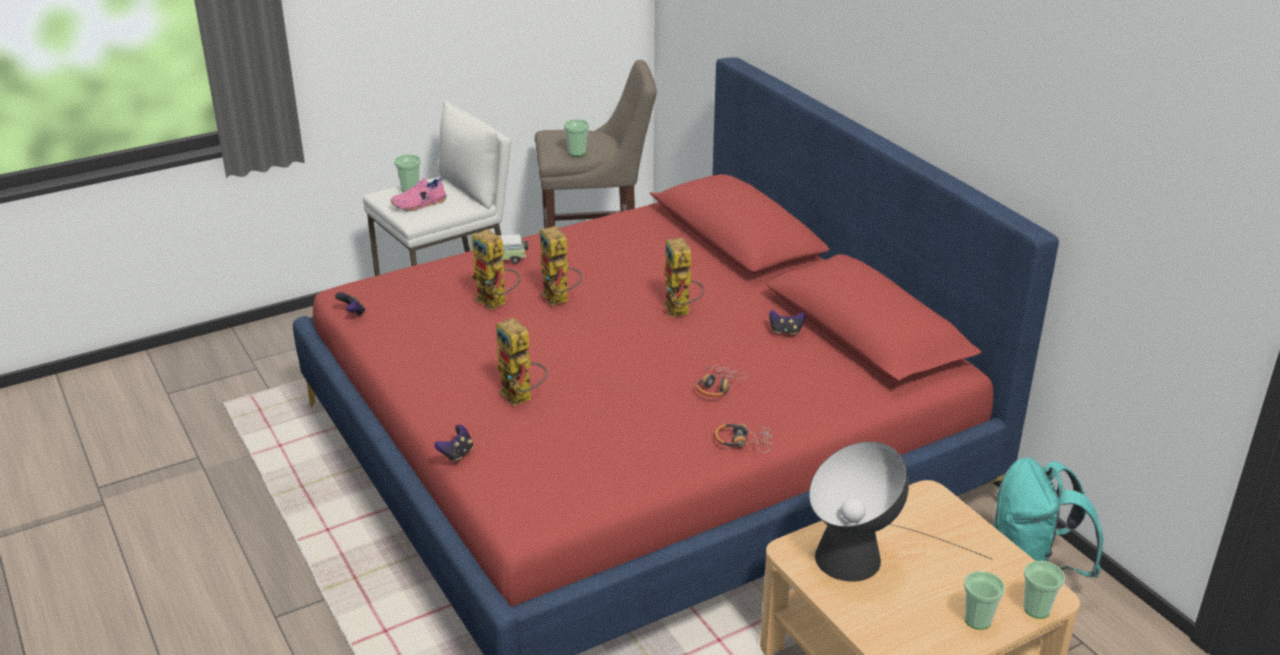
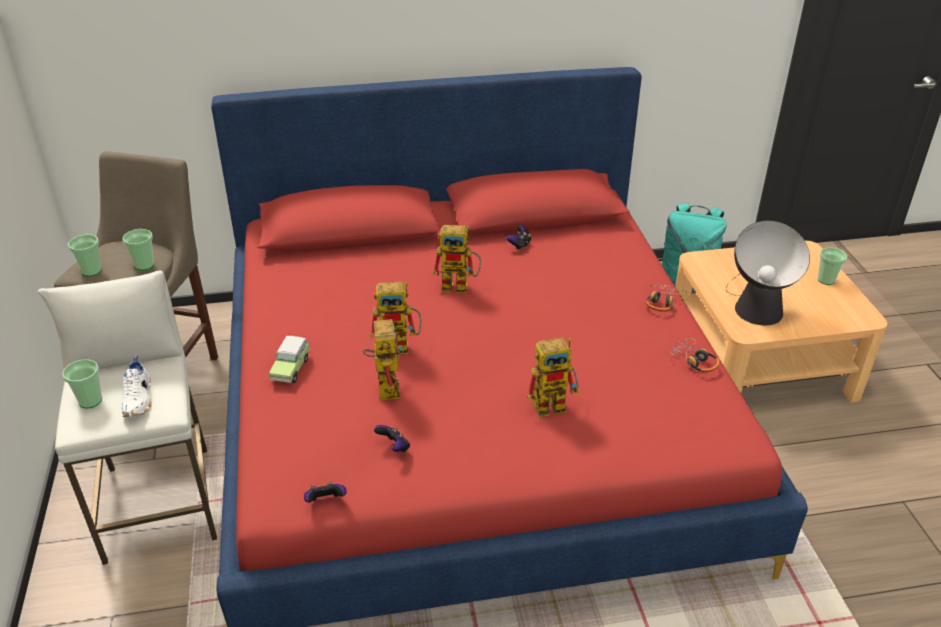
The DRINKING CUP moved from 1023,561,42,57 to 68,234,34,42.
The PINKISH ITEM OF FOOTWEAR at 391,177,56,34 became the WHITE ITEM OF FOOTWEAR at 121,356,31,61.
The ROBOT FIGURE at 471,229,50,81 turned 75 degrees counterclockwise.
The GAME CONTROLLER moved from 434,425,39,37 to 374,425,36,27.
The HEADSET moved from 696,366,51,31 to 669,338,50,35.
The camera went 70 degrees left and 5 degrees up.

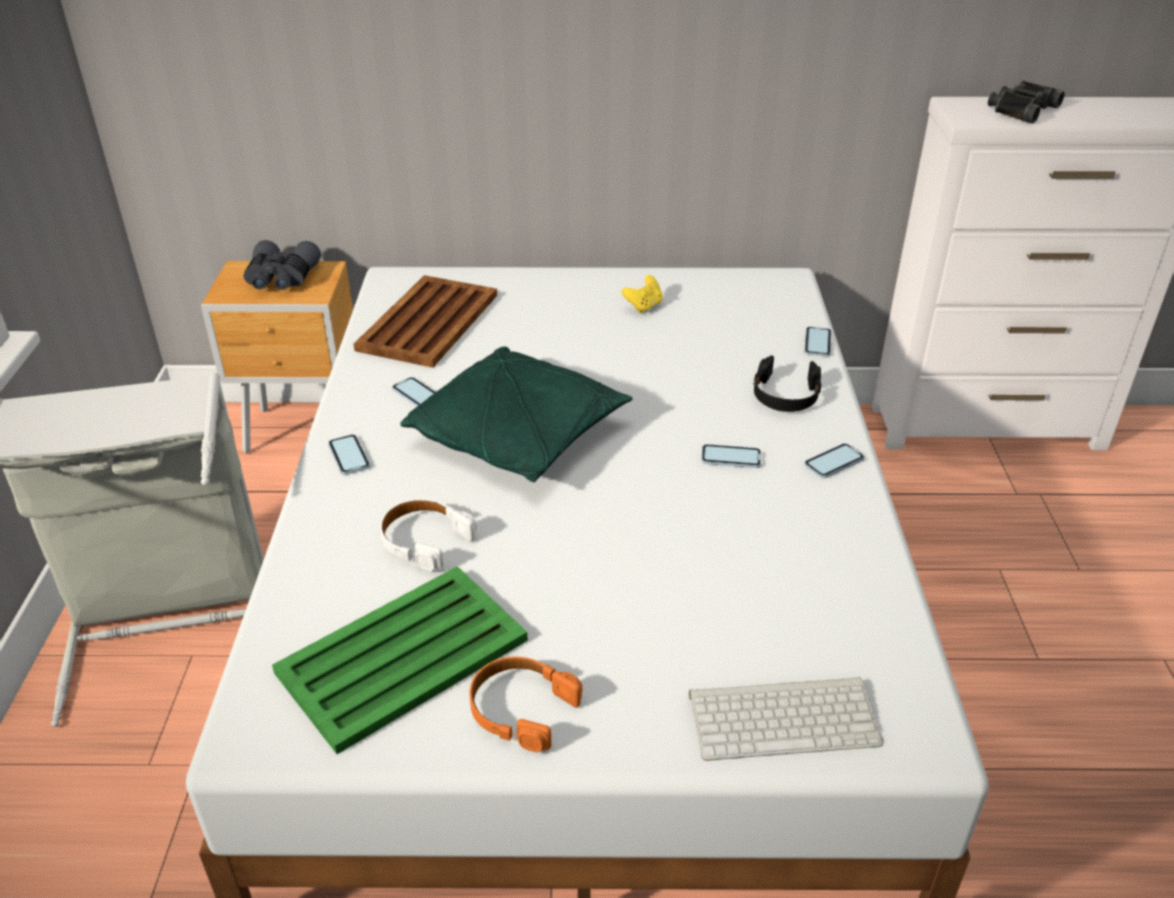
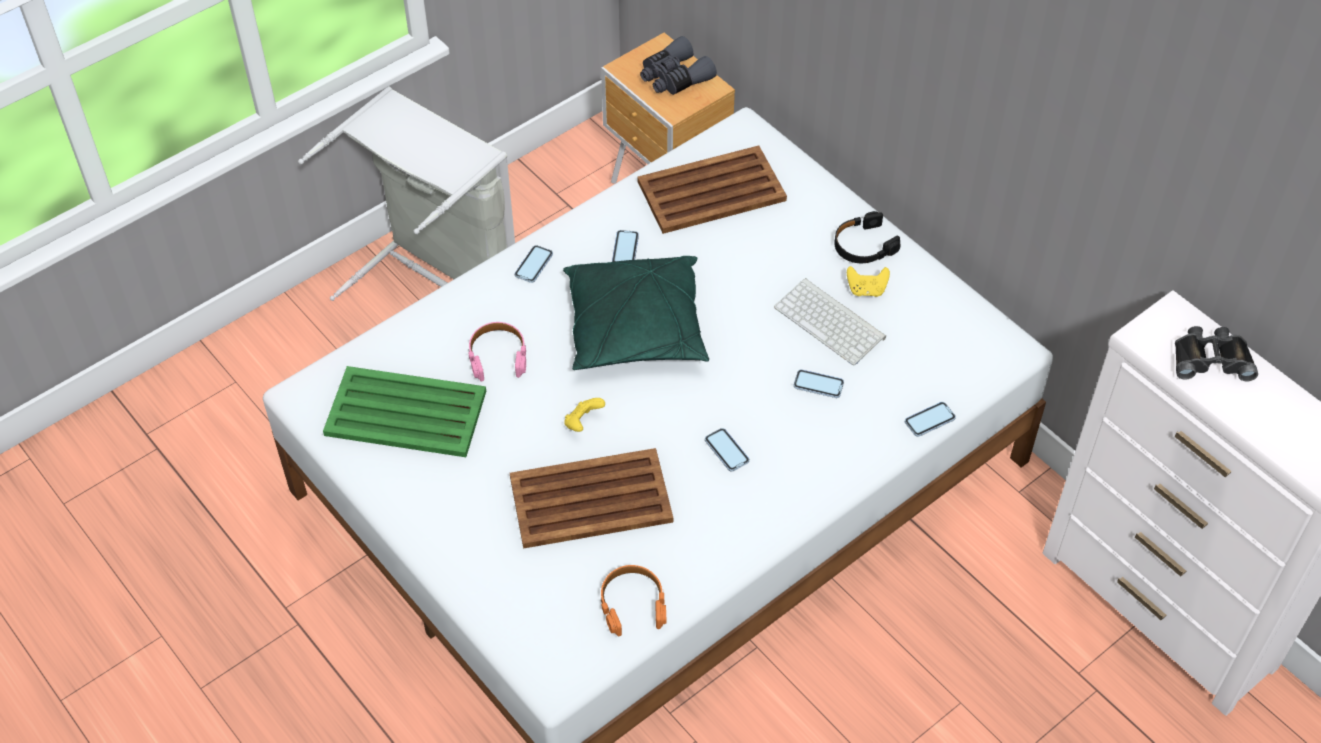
The WHITE HEADSET at 380,499,97,72 became the PINKISH HEADSET at 468,322,58,60.
The BROWNISH CARRYING TRAY at 510,448,163,101 appeared.
The YELLOW-COLOURED GAME CONTROLLER at 564,398,41,34 appeared.
The ORANGEY HEADSET moved from 469,657,113,95 to 601,565,65,71.
The COMPUTER KEYBOARD moved from 689,677,194,84 to 774,278,112,87.
The TELEPHONE moved from 804,443,60,35 to 794,369,50,29.
The BLACK HEADSET moved from 753,356,68,56 to 834,211,67,52.
The camera went 50 degrees right and 15 degrees up.

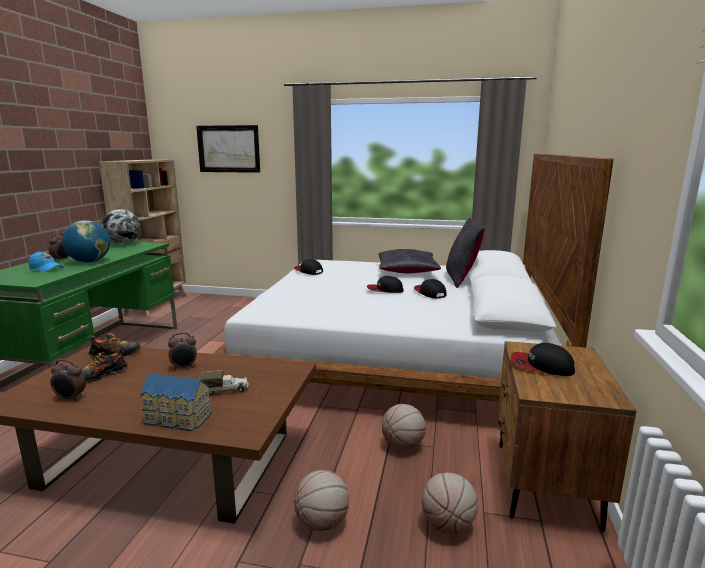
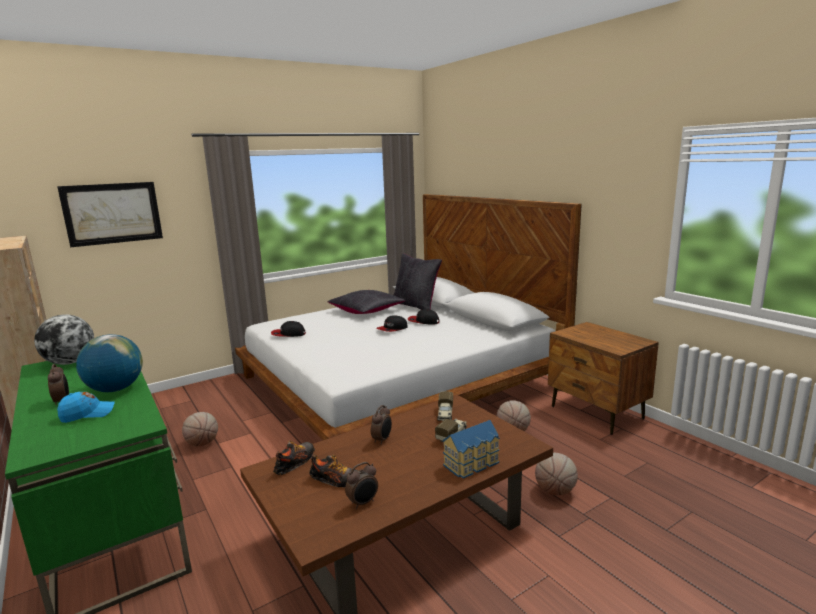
The BASKETBALL moved from 421,472,57,62 to 182,412,36,35.
The ITEM OF FOOTWEAR at 81,349,47,34 turned 75 degrees counterclockwise.
The TOY TRUCK at 437,391,16,30 appeared.
The CAP at 511,343,64,33 disappeared.
The camera went 45 degrees left and 0 degrees up.

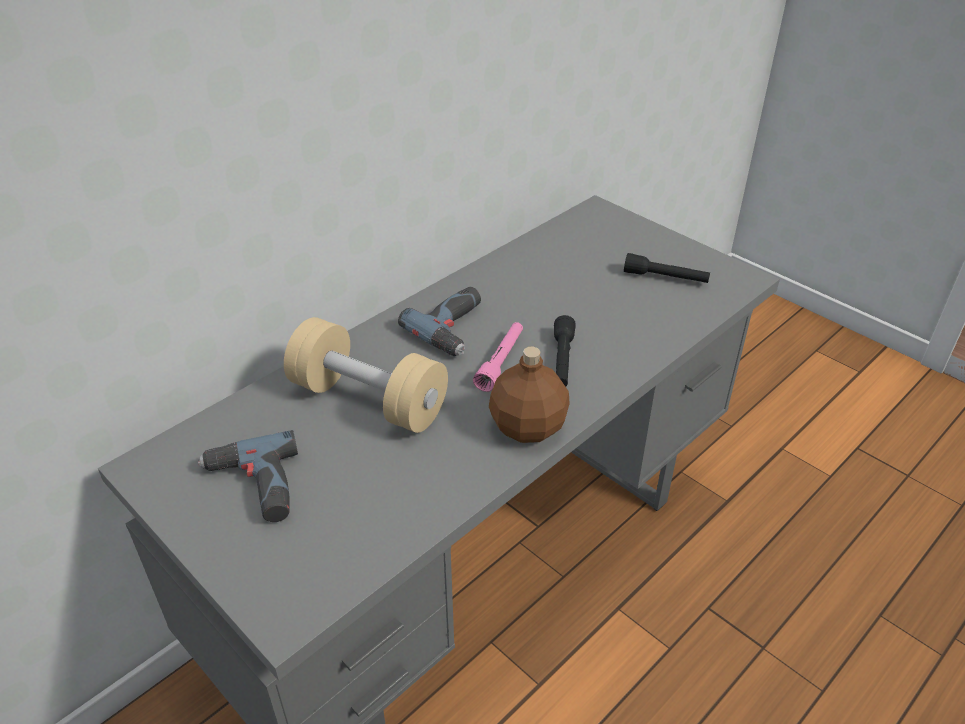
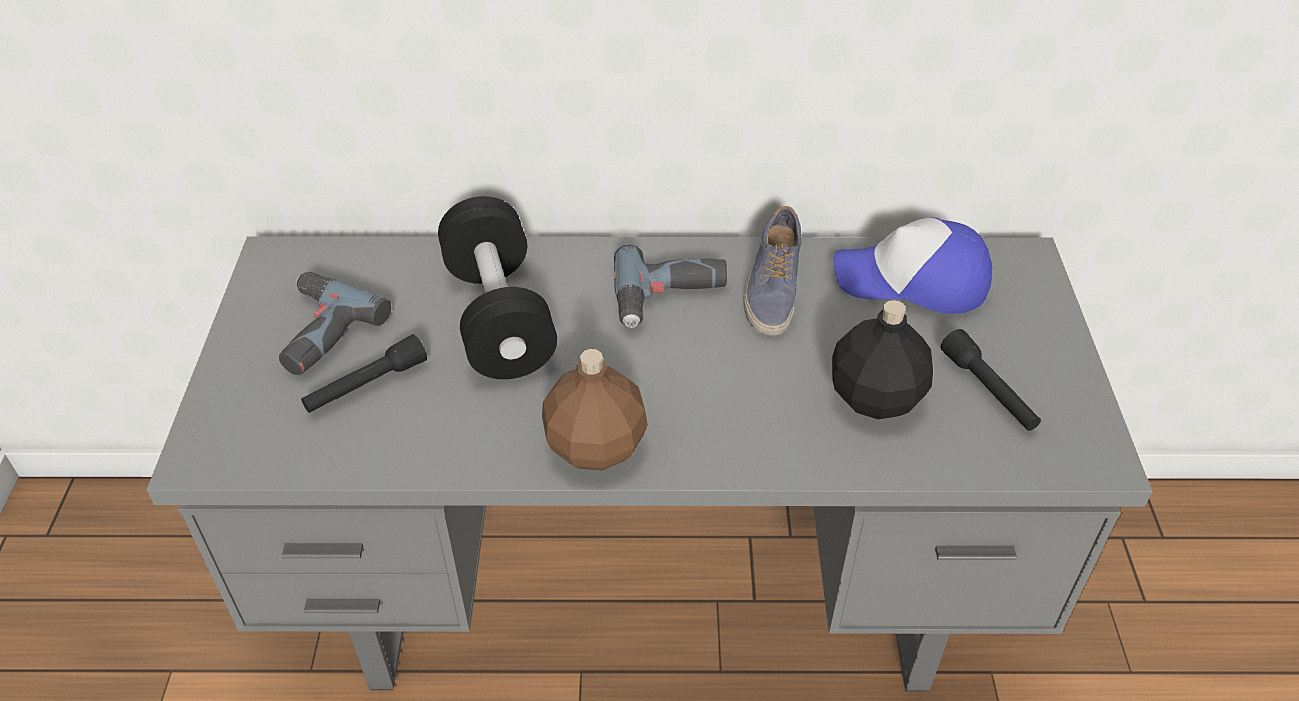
The BLACK HAND TORCH moved from 554,315,22,72 to 301,334,126,79.
The SAND-COLOURED FREE WEIGHT at 284,317,164,116 became the BLACK FREE WEIGHT at 438,196,119,183.
The ITEM OF FOOTWEAR at 743,206,59,130 appeared.
The BLACK BEVERAGE BOTTLE at 832,300,101,120 appeared.
The CAP at 834,217,158,97 appeared.
The PINKISH HAND TORCH at 473,322,50,70 disappeared.
The camera went 45 degrees right and 5 degrees up.

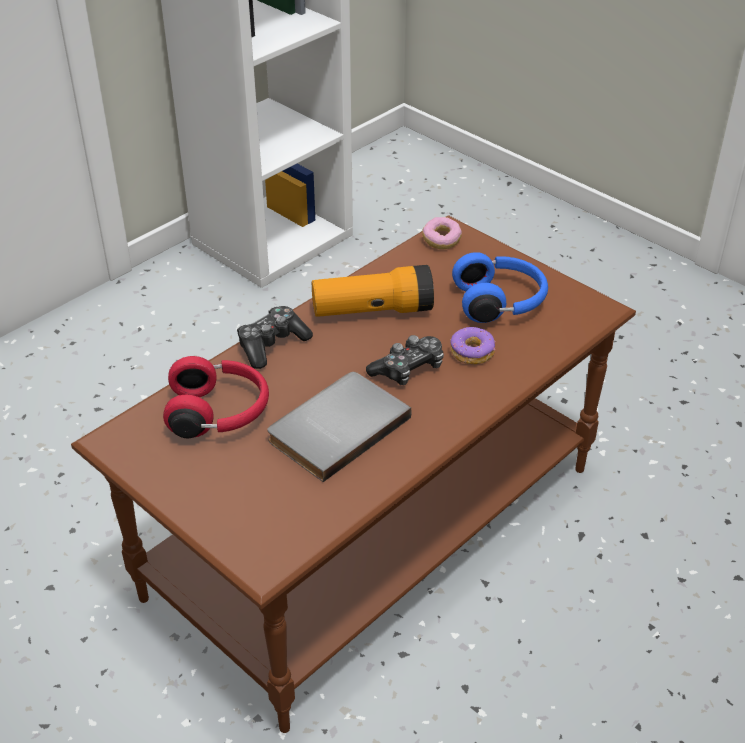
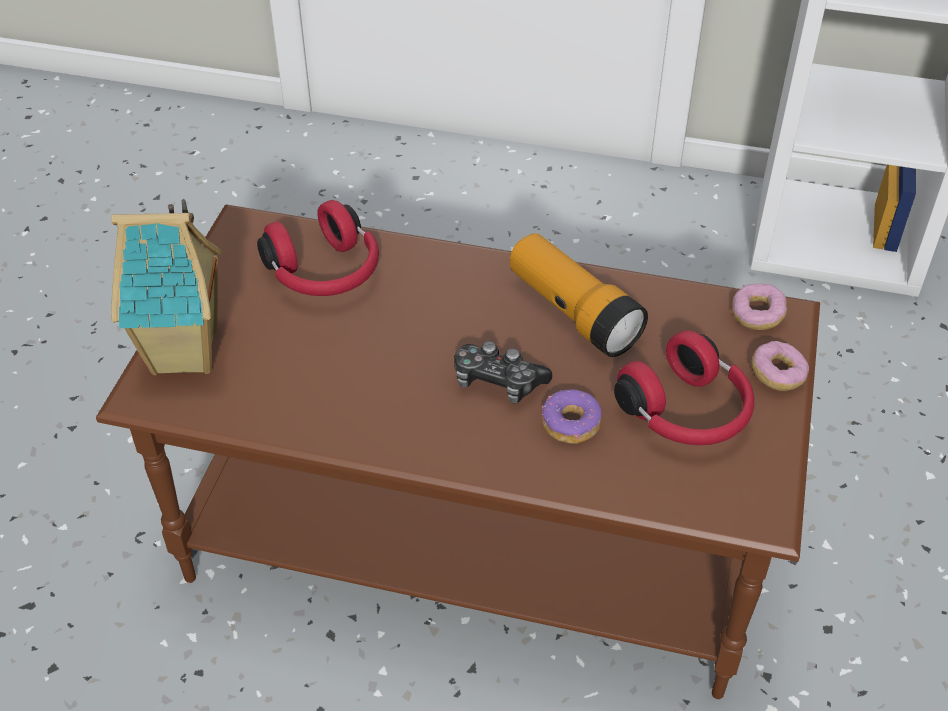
The MINIATURE HOUSE at 111,199,111,177 appeared.
The BLUE HEADSET at 452,252,96,71 became the RED-COLOURED HEADSET at 614,330,140,115.
The RING DOUGHNUT at 751,341,58,50 appeared.
The GAME CONTROLLER at 237,306,76,63 disappeared.
The GREYISH BOOK at 268,372,144,110 disappeared.
The camera went 60 degrees right and 5 degrees up.

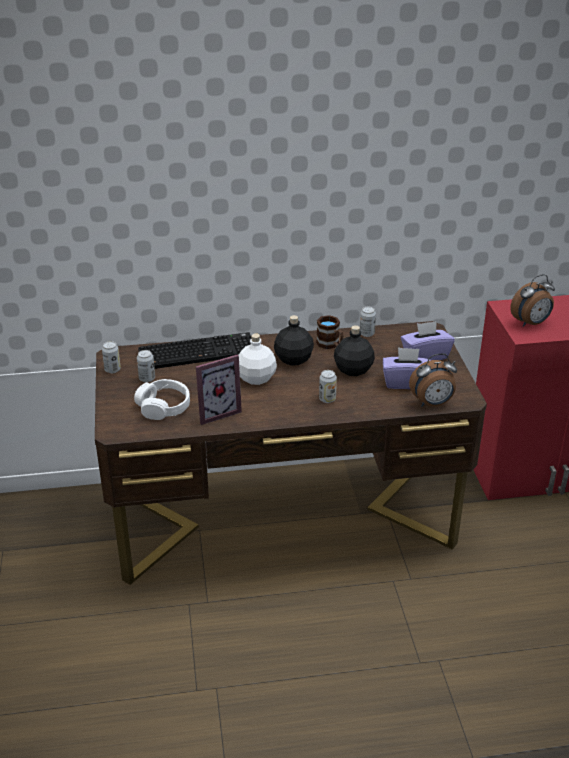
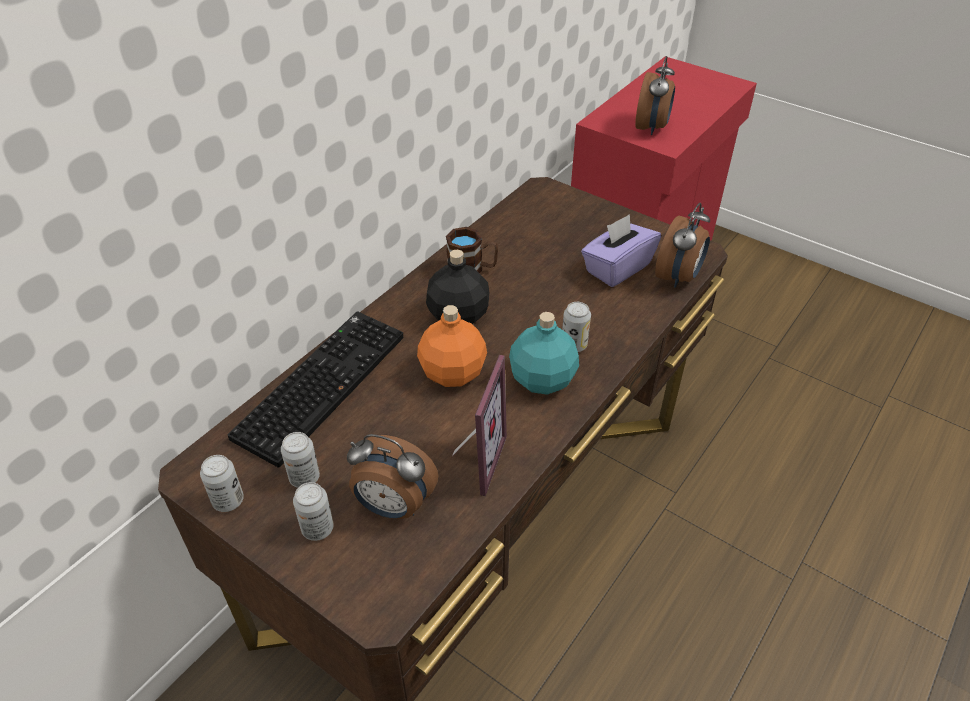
The SEALED CAN moved from 360,306,16,31 to 293,482,41,59.
The WHITE HEADSET at 134,379,56,41 was replaced by the BEDSIDE CLOCK at 347,434,91,85.
The WHITE BEVERAGE BOTTLE at 239,333,38,52 became the ORANGEY BEVERAGE BOTTLE at 417,305,70,82.
The BLUE-GREEN BEVERAGE BOTTLE at 509,312,70,83 appeared.
The BLACK BEVERAGE BOTTLE at 334,325,41,51 disappeared.
The PURPLE-COLOURED TISSUE BOX at 401,321,54,39 disappeared.
The camera went 45 degrees left and 10 degrees up.

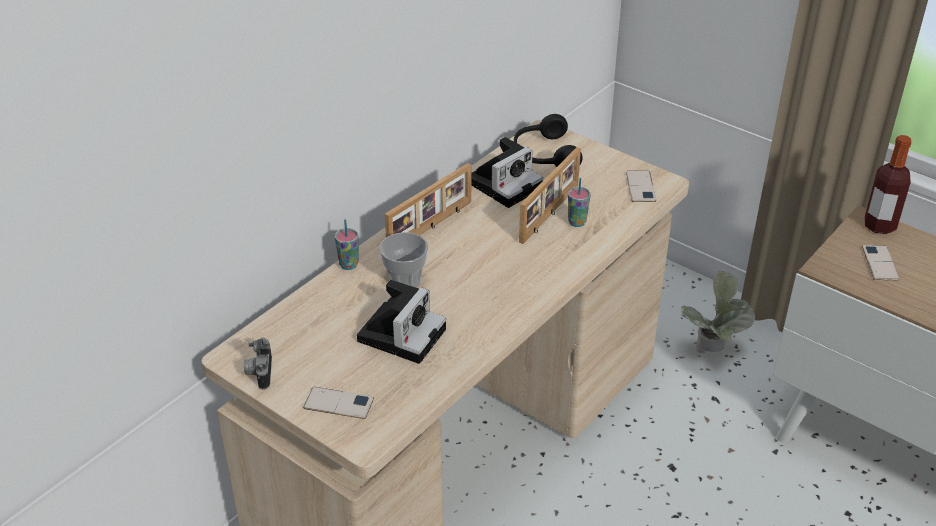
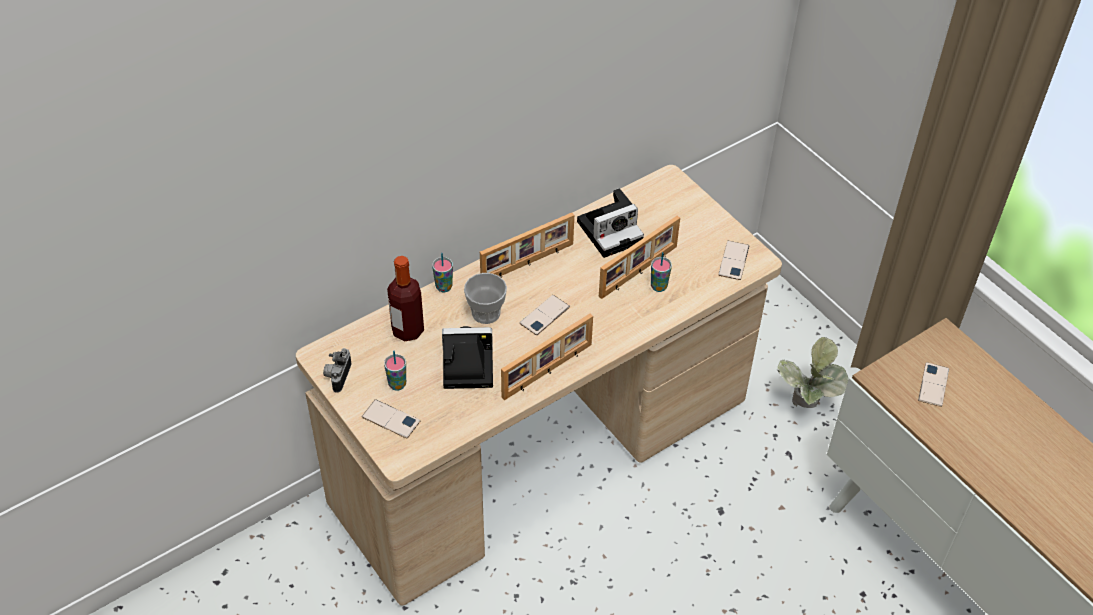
The DRINKING CUP at 384,351,22,40 appeared.
The BEVERAGE BOTTLE moved from 864,135,47,99 to 387,256,37,85.
The PHOTO CAMERA at 357,280,89,84 turned 135 degrees counterclockwise.
The PHOTO FRAME at 501,314,92,86 appeared.
The TELEPHONE at 519,295,51,40 appeared.
The BLACK HEADSET at 514,114,69,53 disappeared.
The camera went 15 degrees right and 10 degrees up.

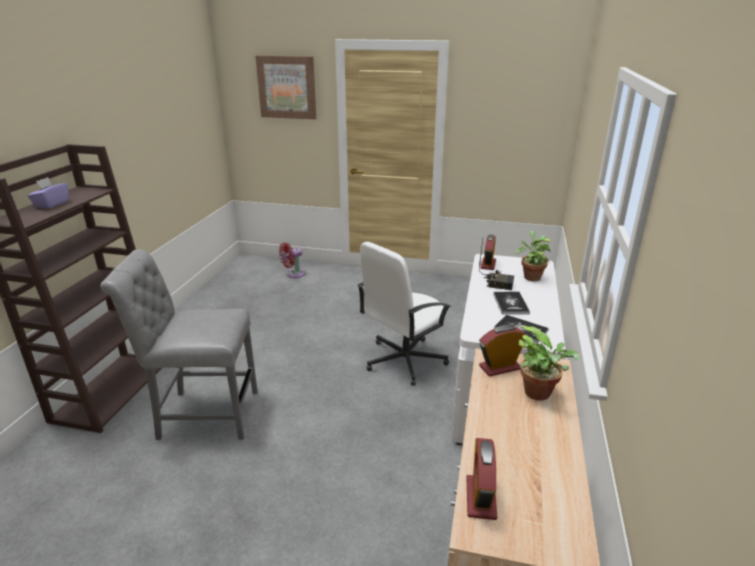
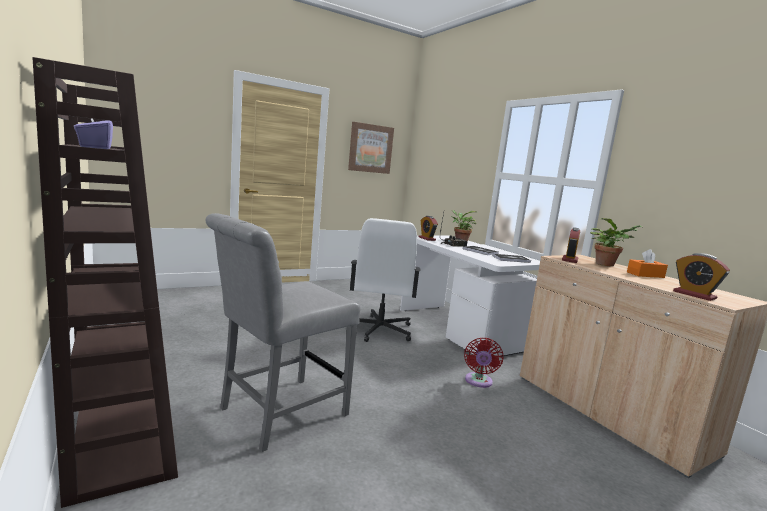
The WALL PICTURE moved from 255,55,61,64 to 348,122,46,52.
The RED-COLOURED COOLING FAN moved from 279,243,27,35 to 464,338,40,50.
The ORANGEY TISSUE BOX at 627,249,41,29 appeared.
The camera went 45 degrees left and 15 degrees down.

